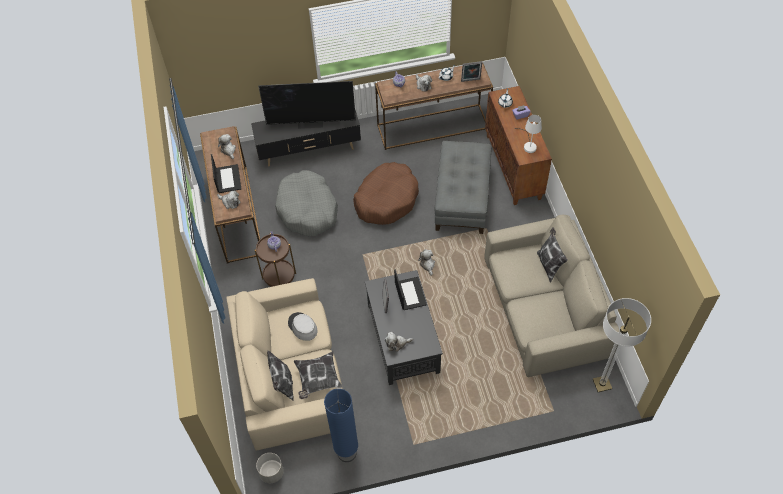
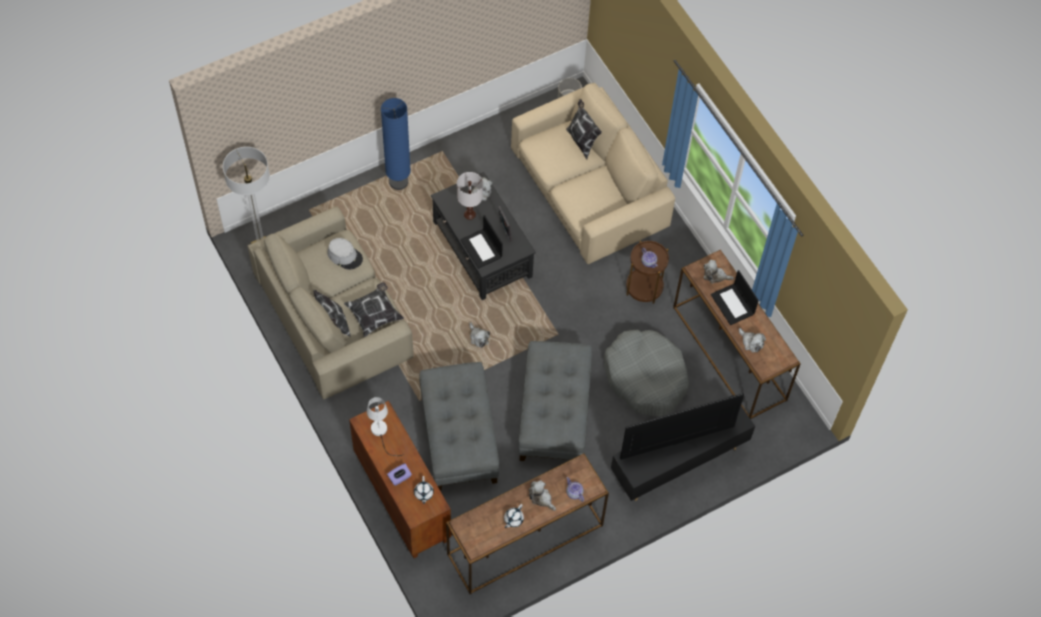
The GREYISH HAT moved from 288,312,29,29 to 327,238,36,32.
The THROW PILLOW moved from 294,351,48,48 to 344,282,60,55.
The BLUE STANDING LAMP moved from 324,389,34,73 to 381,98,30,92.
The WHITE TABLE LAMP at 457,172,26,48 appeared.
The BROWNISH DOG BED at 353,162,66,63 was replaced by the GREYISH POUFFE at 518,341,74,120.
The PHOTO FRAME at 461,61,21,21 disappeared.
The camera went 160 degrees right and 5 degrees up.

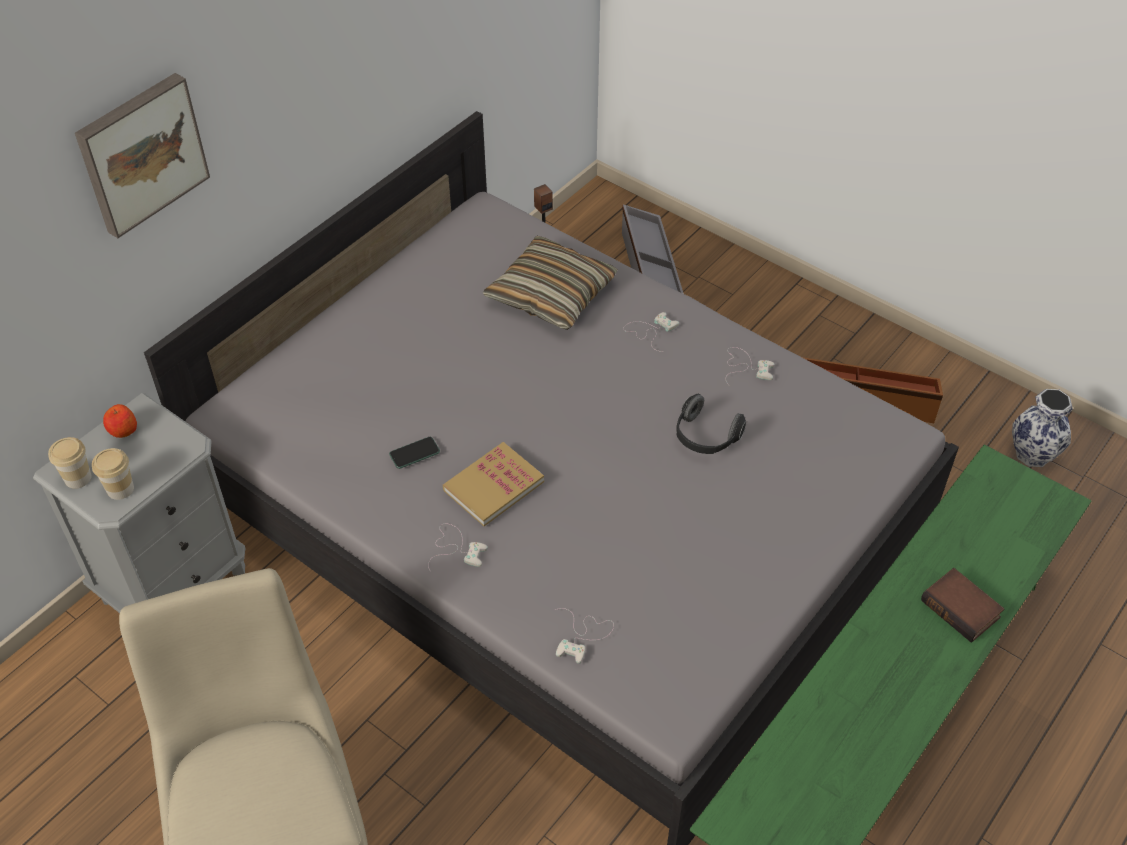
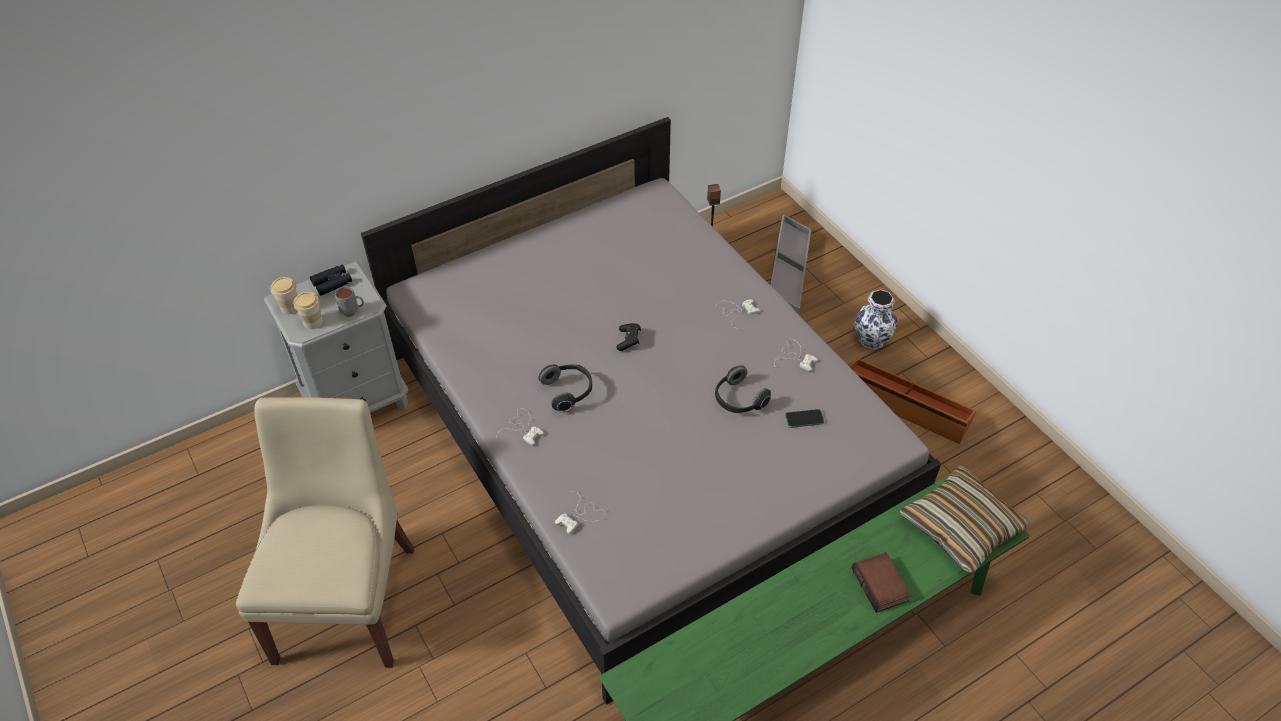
The APPLE FRUIT at 103,404,34,34 was replaced by the BLACK PAIR OF BINOCULARS at 310,265,42,31.
The GREYISH MUG at 335,286,29,31 appeared.
The BOOK at 443,442,101,84 was replaced by the HEADSET at 538,364,54,47.
The BLACK GAME CONTROLLER at 616,323,25,28 appeared.
The TELEPHONE moved from 389,437,51,32 to 785,409,39,19.
The DECORATIVE VASE moved from 1012,389,61,78 to 854,290,43,60.
The THROW PILLOW moved from 483,236,135,94 to 900,465,130,107.
The WALL PICTURE at 75,73,135,165 disappeared.
The camera went 20 degrees right and 0 degrees up.

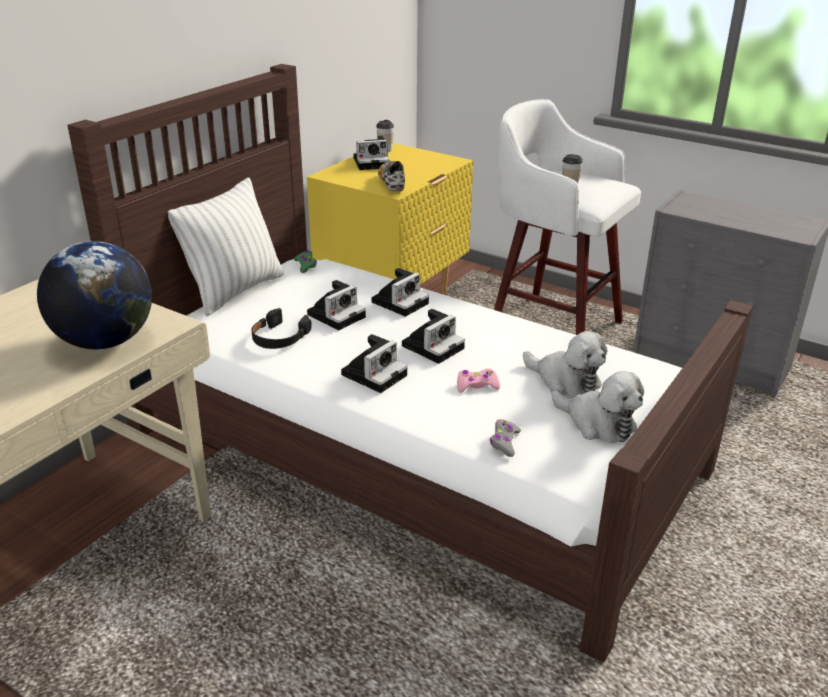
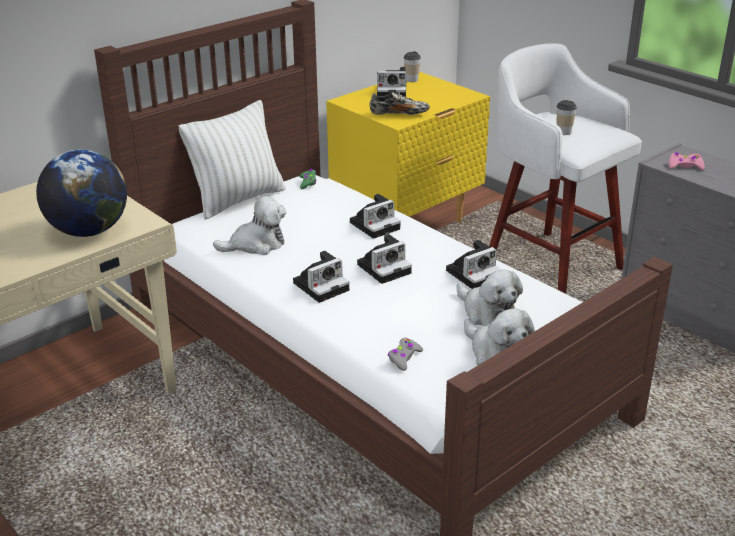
The BLACK HEADSET at 252,308,60,41 was replaced by the SOFT TOY at 213,196,73,59.
The ITEM OF FOOTWEAR at 378,161,27,31 turned 90 degrees clockwise.
The PHOTO CAMERA moved from 307,280,59,50 to 446,240,55,49.
The PINKISH GAME CONTROLLER moved from 457,368,43,25 to 669,152,36,18.
The camera went 15 degrees right and 0 degrees up.

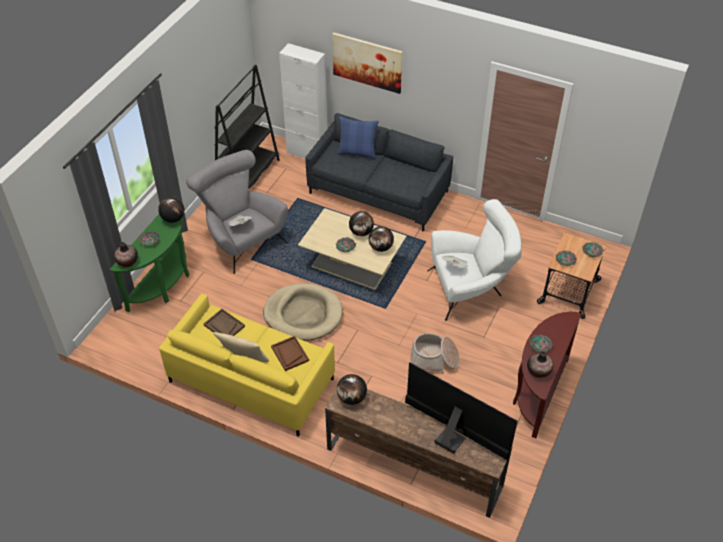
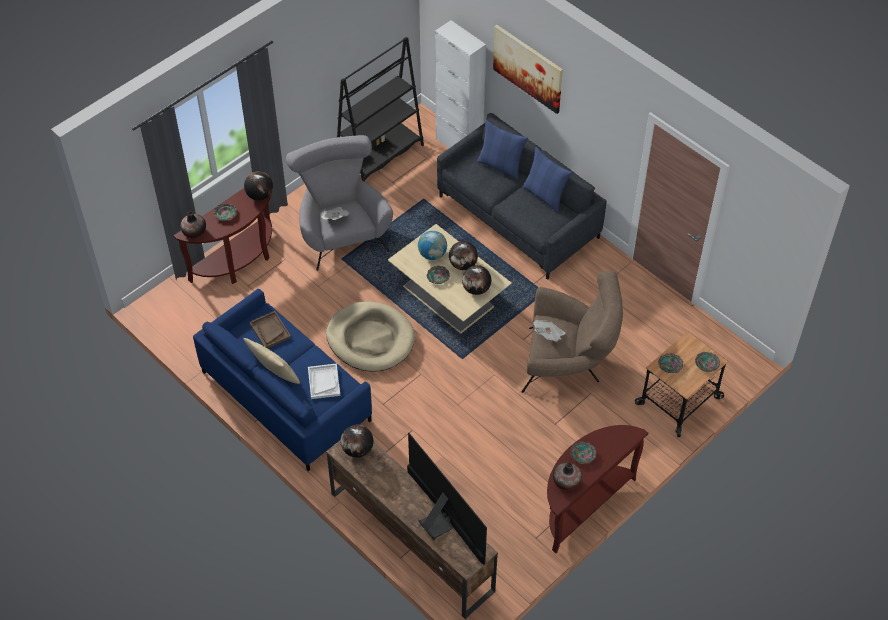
The GREEN-COLOURED HALL TABLE at 109,214,80,98 became the BROWNISH HALL TABLE at 173,174,99,110.
The YELLOW-COLOURED SETTEE at 159,294,176,143 became the BLUE SETTEE at 193,289,179,182.
The BROWNISH CARRYING TRAY at 271,336,38,35 became the WHITE CARRYING TRAY at 308,363,32,36.
The DESK GLOBE at 418,231,29,29 appeared.
The WHITE EASY CHAIR at 427,199,95,122 became the BROWNISH EASY CHAIR at 521,271,102,122.
The BLUE THROW PILLOW at 522,147,50,65 appeared.
The STORAGE BASKET at 411,333,48,41 disappeared.
The camera went 20 degrees right and 5 degrees up.

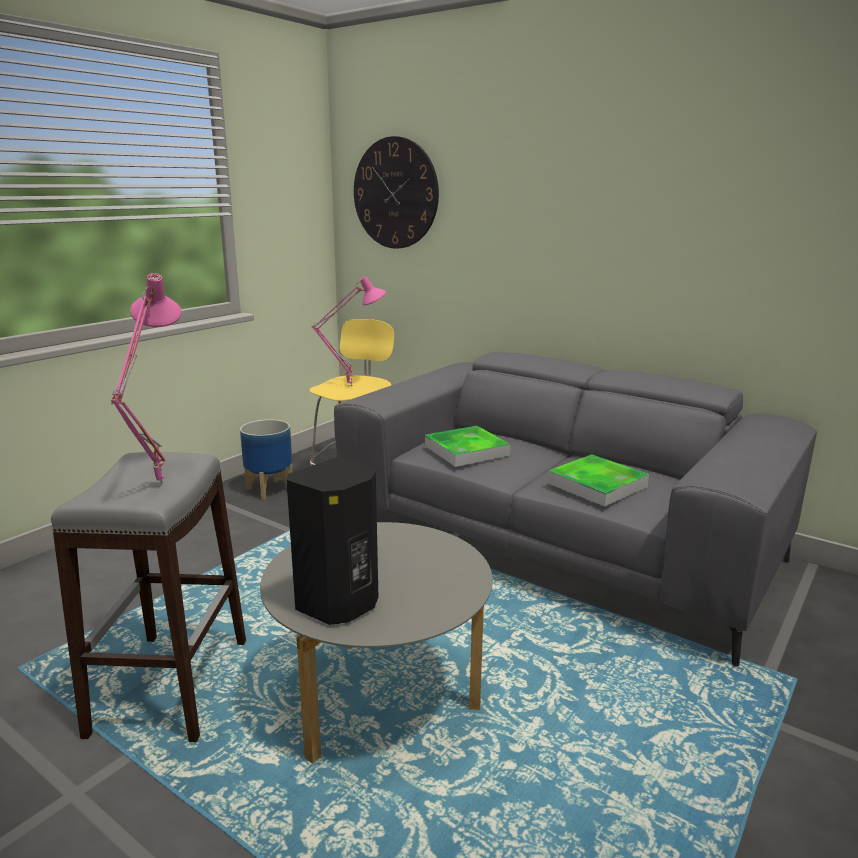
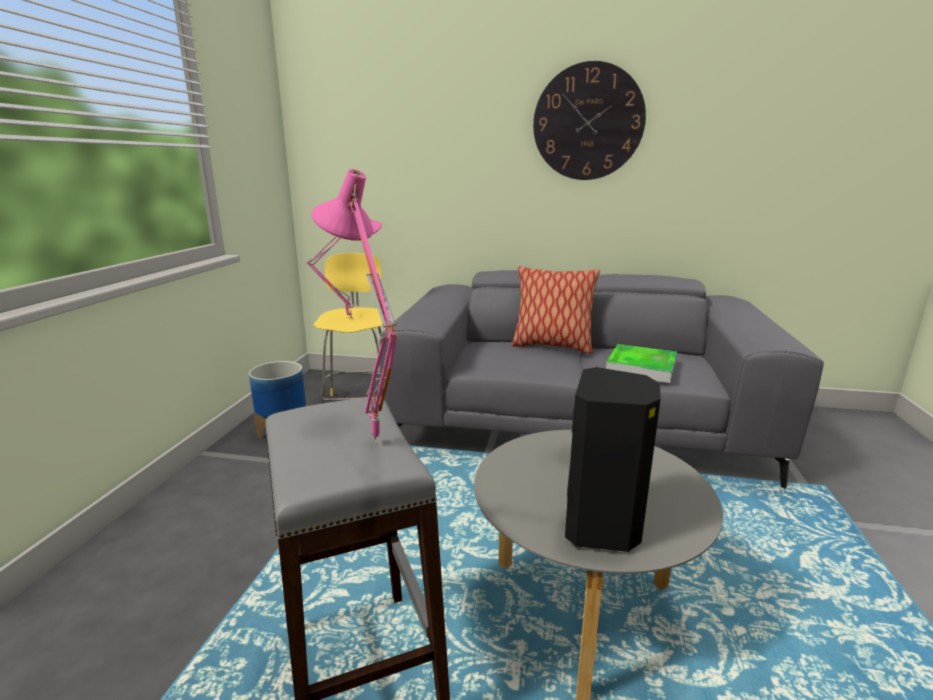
The THROW PILLOW at 512,266,88,88 appeared.
The CLOCK ON THE WALL moved from 354,136,85,113 to 533,61,113,119.
The CARRYING TRAY at 425,426,86,41 disappeared.
The camera went 25 degrees left and 0 degrees up.

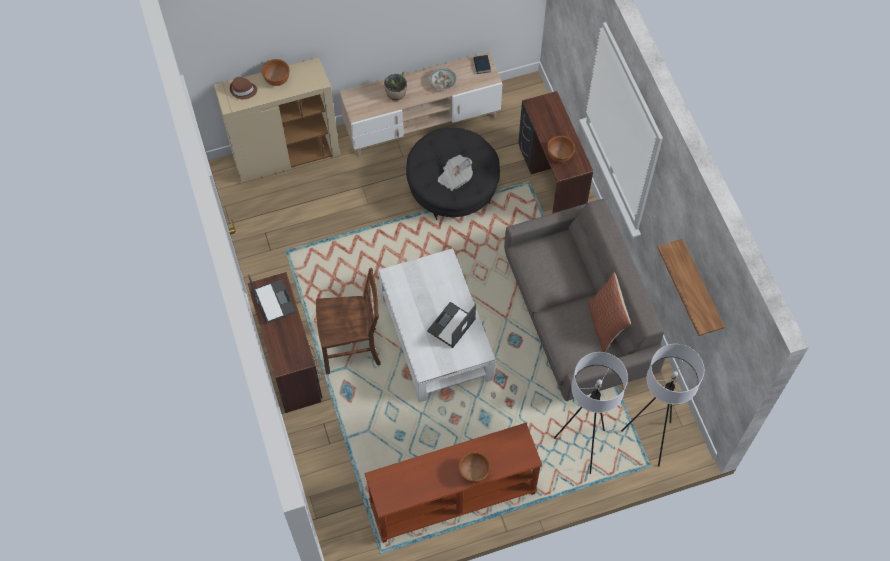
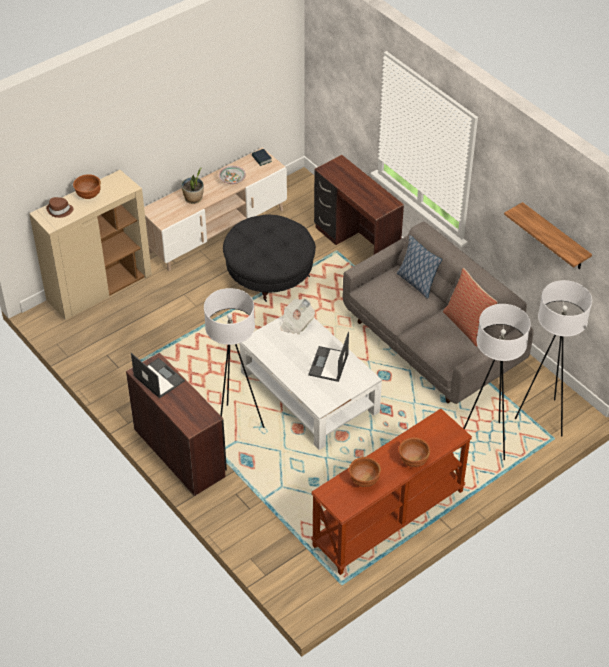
The BROWNISH CHAIR at 316,268,65,106 was replaced by the WHITE STANDING LAMP at 204,288,60,140.
The NEWSPAPER moved from 438,155,35,36 to 280,299,35,36.
The BROWNISH DEEP DISH moved from 547,136,28,27 to 349,457,32,30.
The THROW PILLOW at 397,235,45,63 appeared.
The camera went 20 degrees left and 15 degrees down.

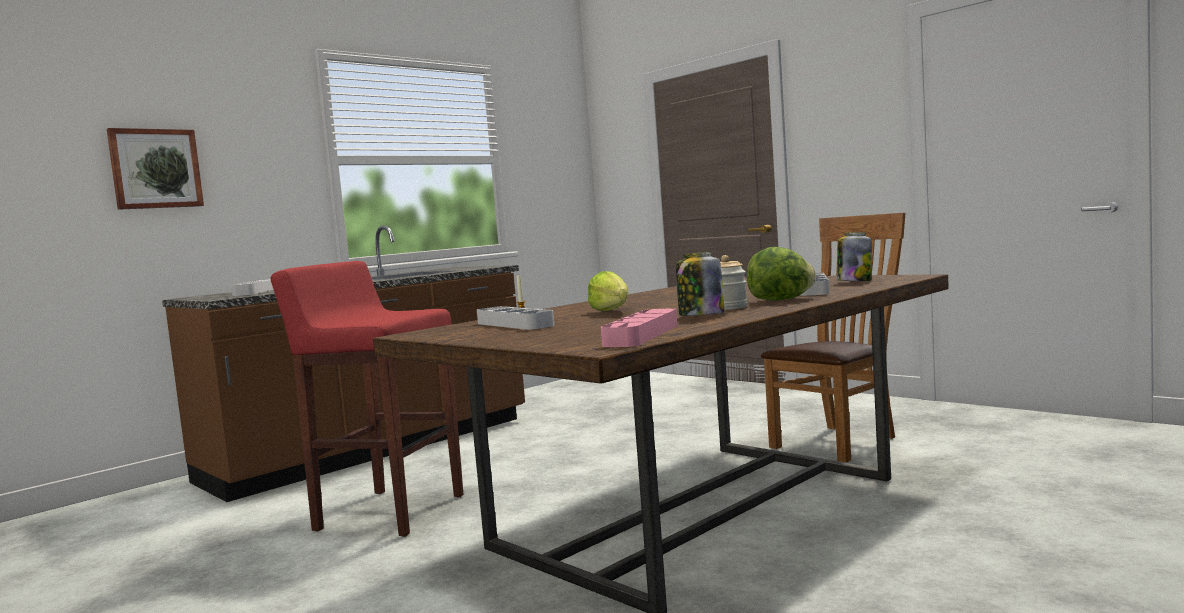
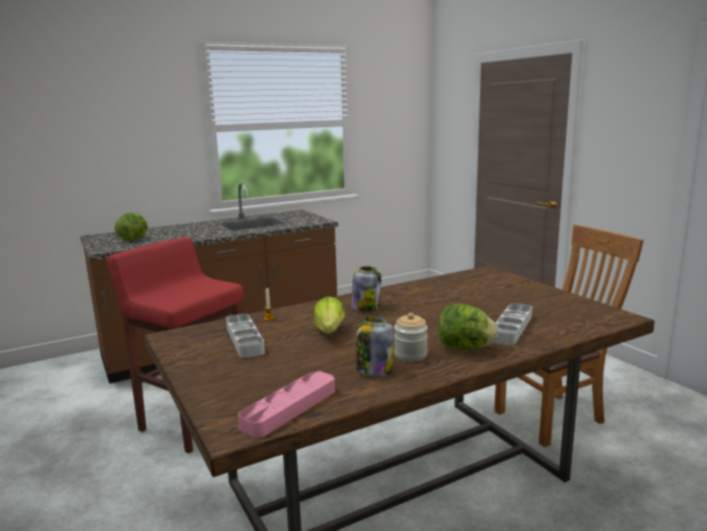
The GREYISH CARRYING TRAY at 231,279,43,17 was replaced by the LETTUCE HEAD at 115,213,33,28.
The STORAGE JAR moved from 837,232,35,49 to 351,266,30,45.
The WALL PICTURE at 107,128,97,82 disappeared.
The camera went 15 degrees right and 10 degrees up.

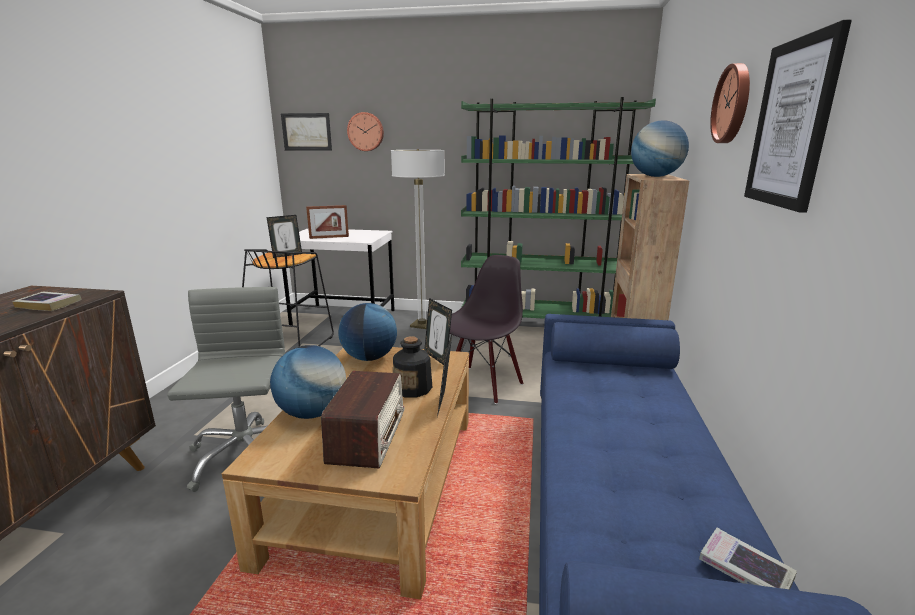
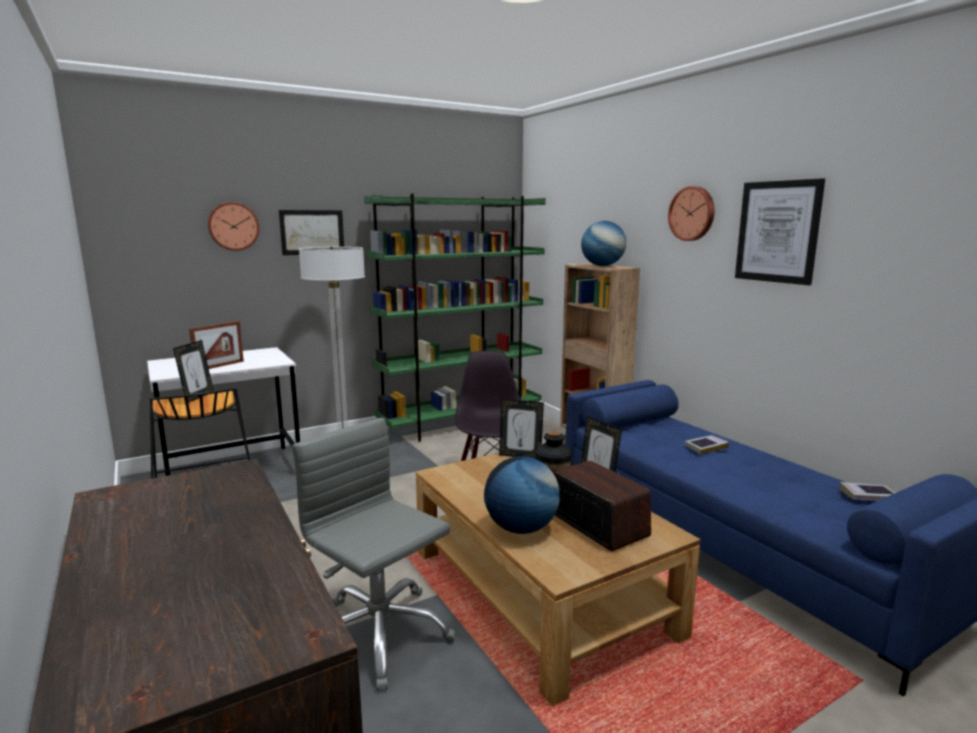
The WALL PICTURE moved from 281,113,51,38 to 279,210,65,45.
The BOOK moved from 12,291,70,20 to 684,435,45,19.
The DESK GLOBE at 339,303,58,58 disappeared.
The camera went 40 degrees left and 5 degrees down.

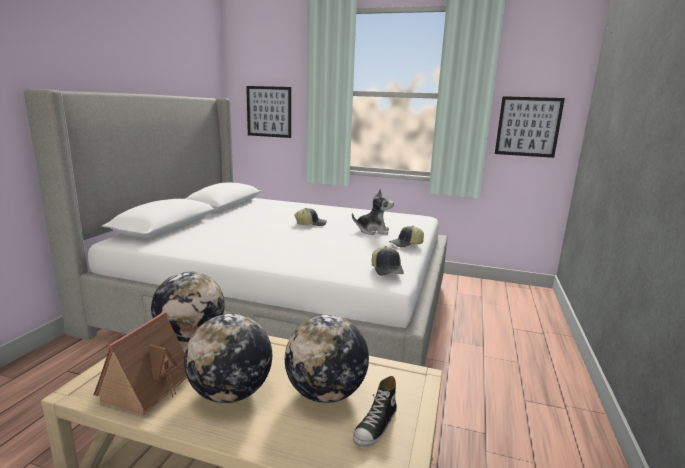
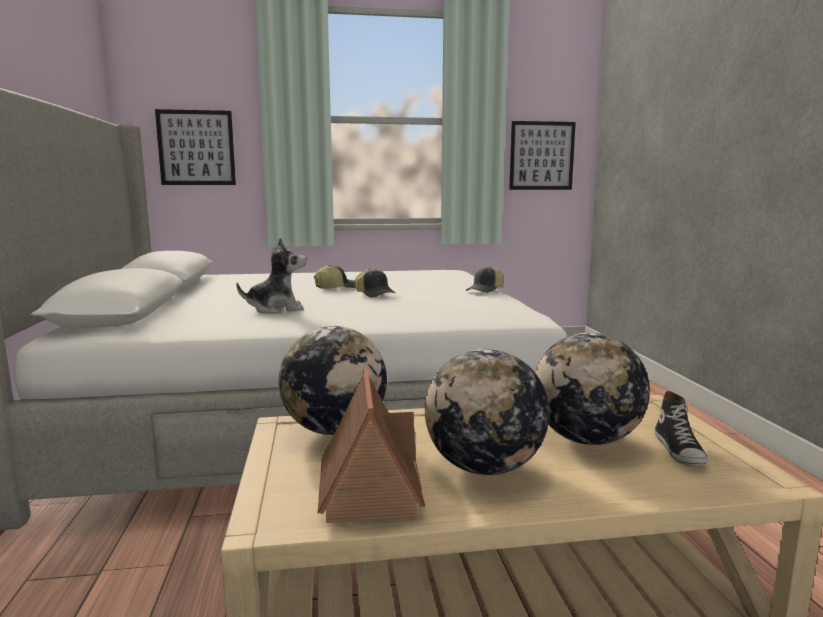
The SOFT TOY moved from 352,189,42,46 to 236,237,71,77.
The CAP moved from 372,246,32,30 to 355,268,41,29.
The camera went 25 degrees left and 5 degrees down.

